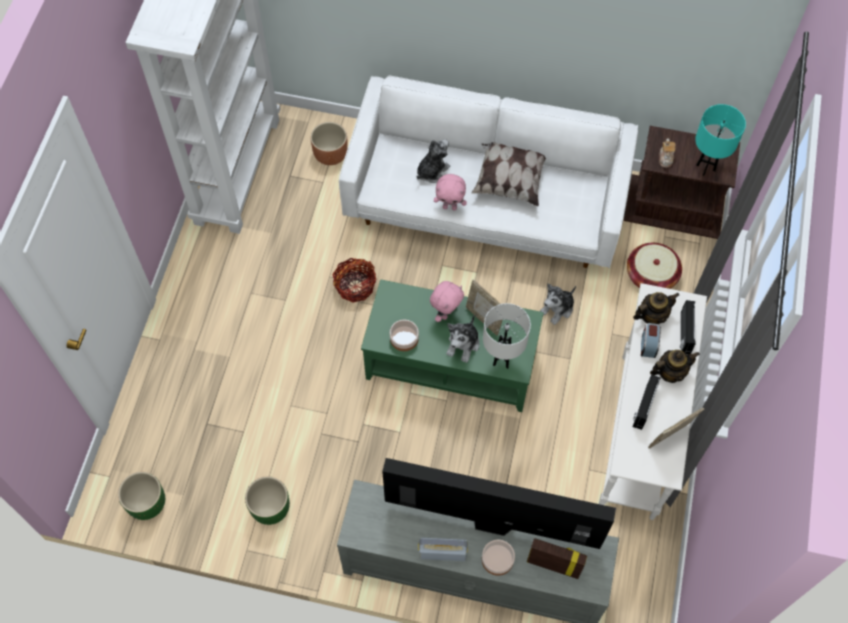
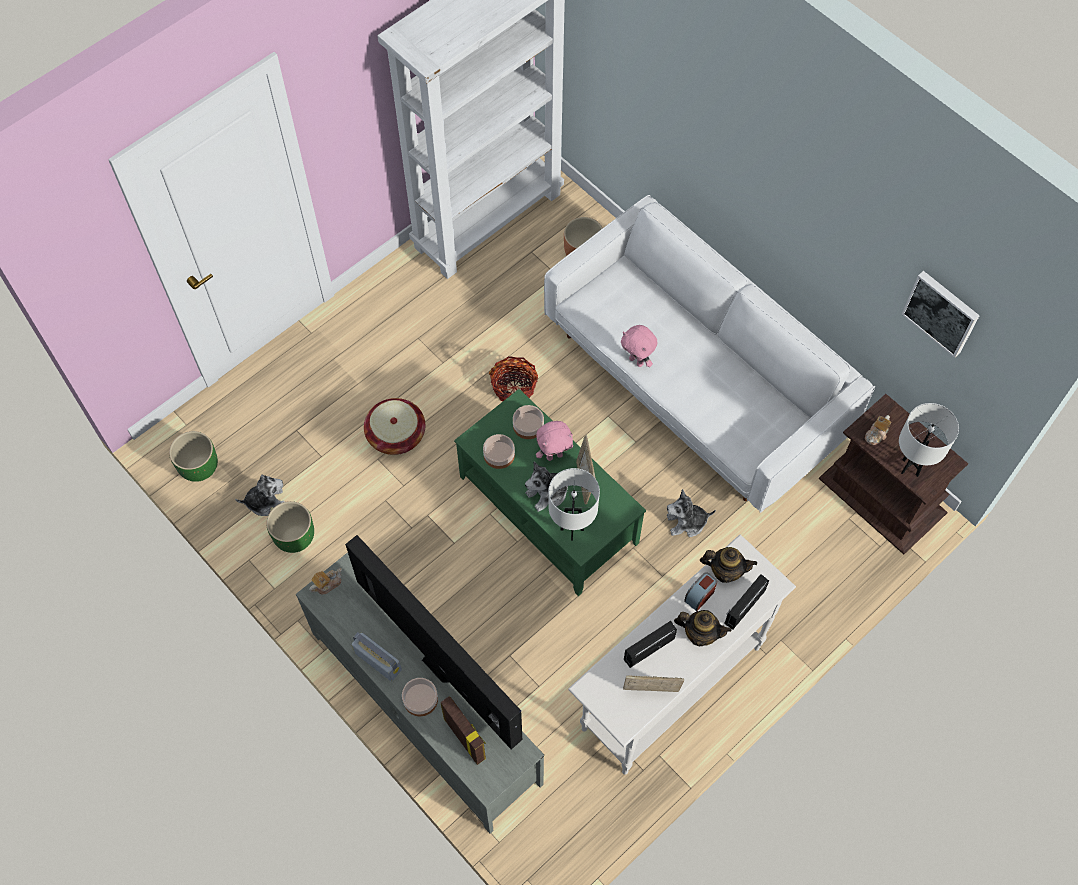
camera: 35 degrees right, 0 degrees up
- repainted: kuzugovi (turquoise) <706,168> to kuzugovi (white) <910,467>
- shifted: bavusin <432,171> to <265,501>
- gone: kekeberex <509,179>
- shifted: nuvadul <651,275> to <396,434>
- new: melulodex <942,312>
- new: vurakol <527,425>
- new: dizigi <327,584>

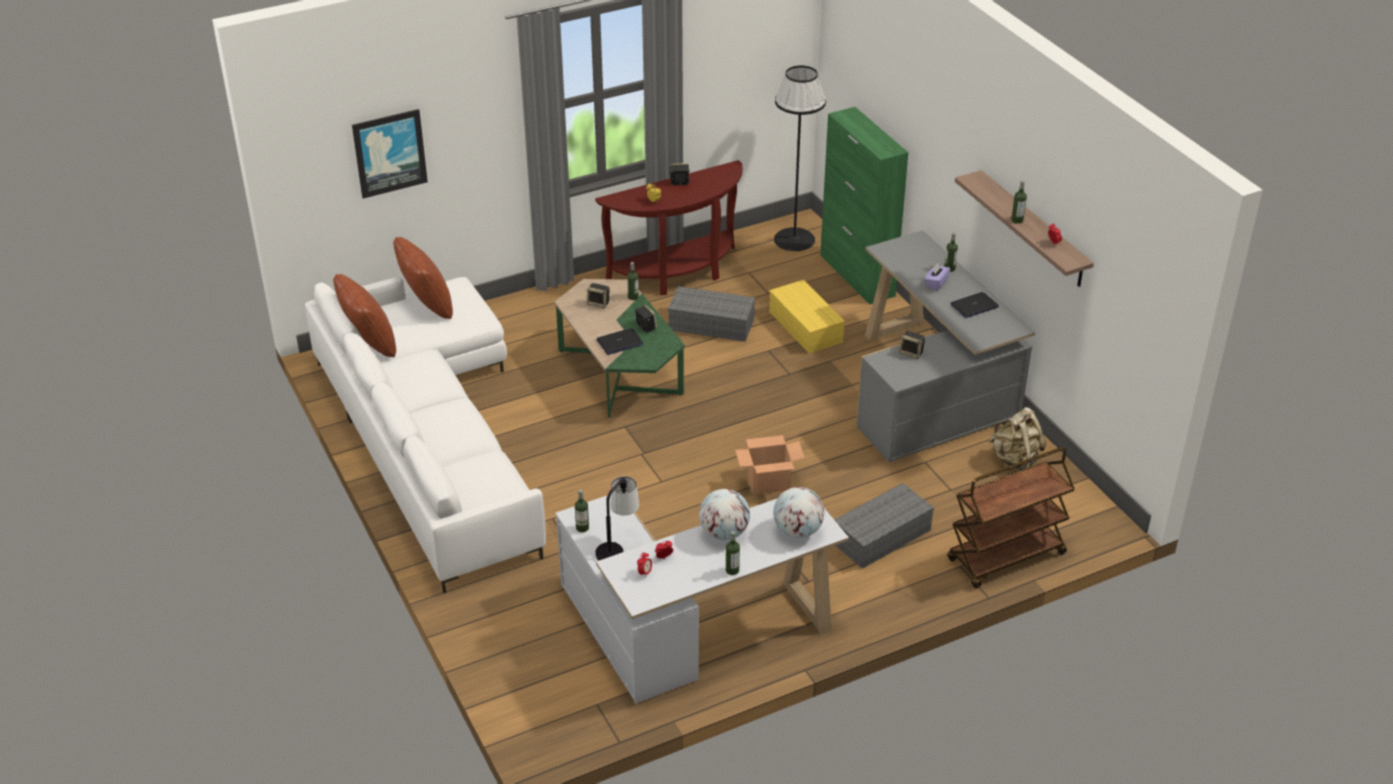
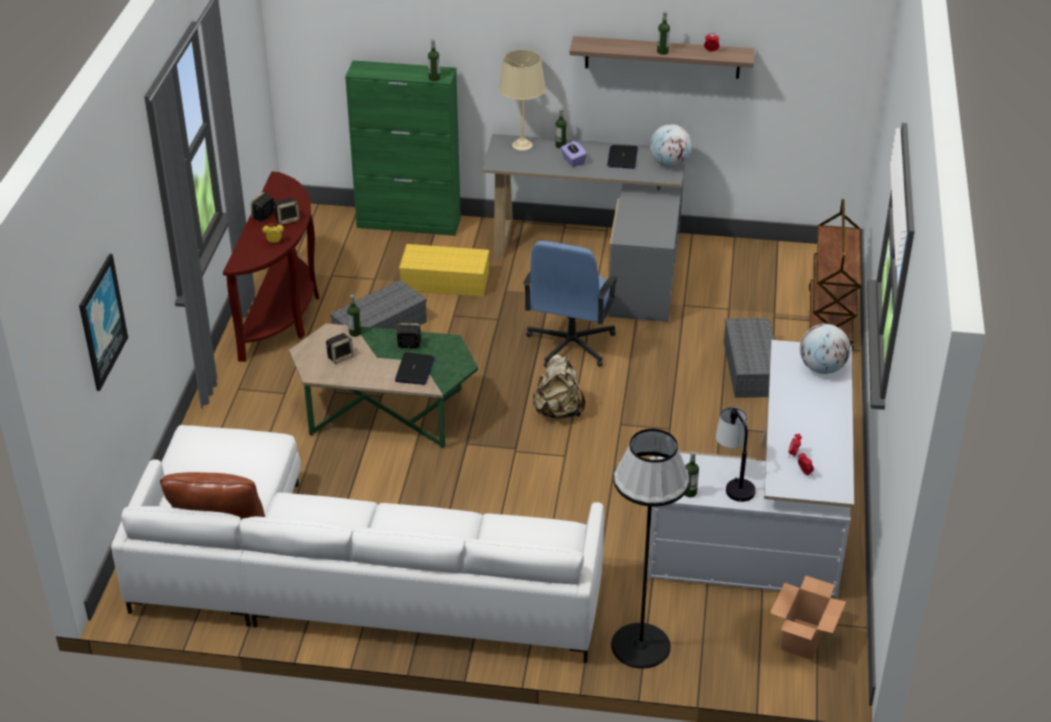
camera: 55 degrees left, 0 degrees up
- shifted: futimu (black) <794,239> to <640,646>
- gone: kekeberex (brown) <426,306>
- shifted: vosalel <911,353> to <287,219>
- shifted: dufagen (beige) <1014,459> to <558,411>
- shifted: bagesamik <768,483> to <803,640>
- shifted: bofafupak <724,533> to <669,163>
- shifted: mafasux <732,570> to <434,78>
- new: kuzugovi (beige) <522,145>
- new: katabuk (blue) <570,345>

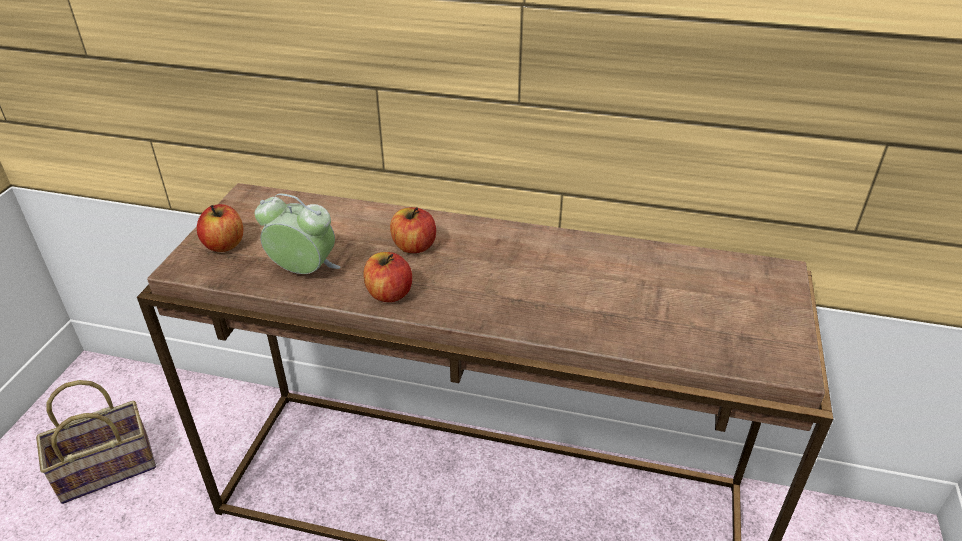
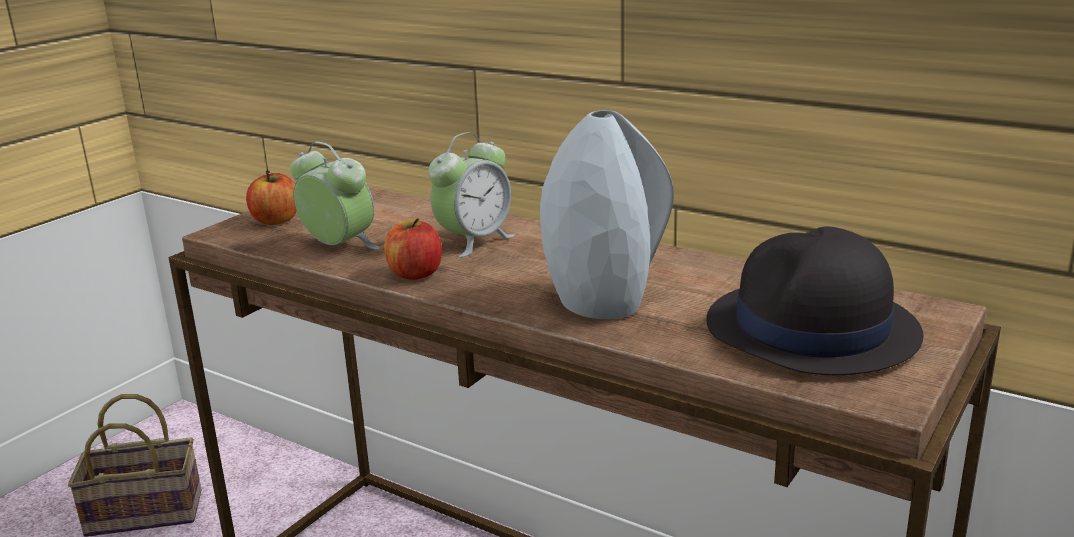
camera: 20 degrees right, 15 degrees down
- swapped: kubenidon <414,246> to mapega <474,241>
- new: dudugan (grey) <604,299>
- new: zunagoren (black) <811,330>

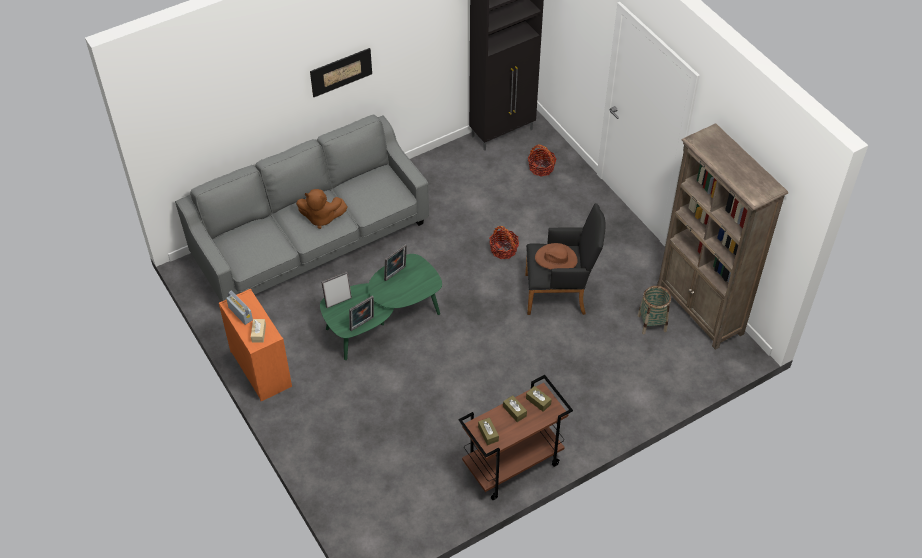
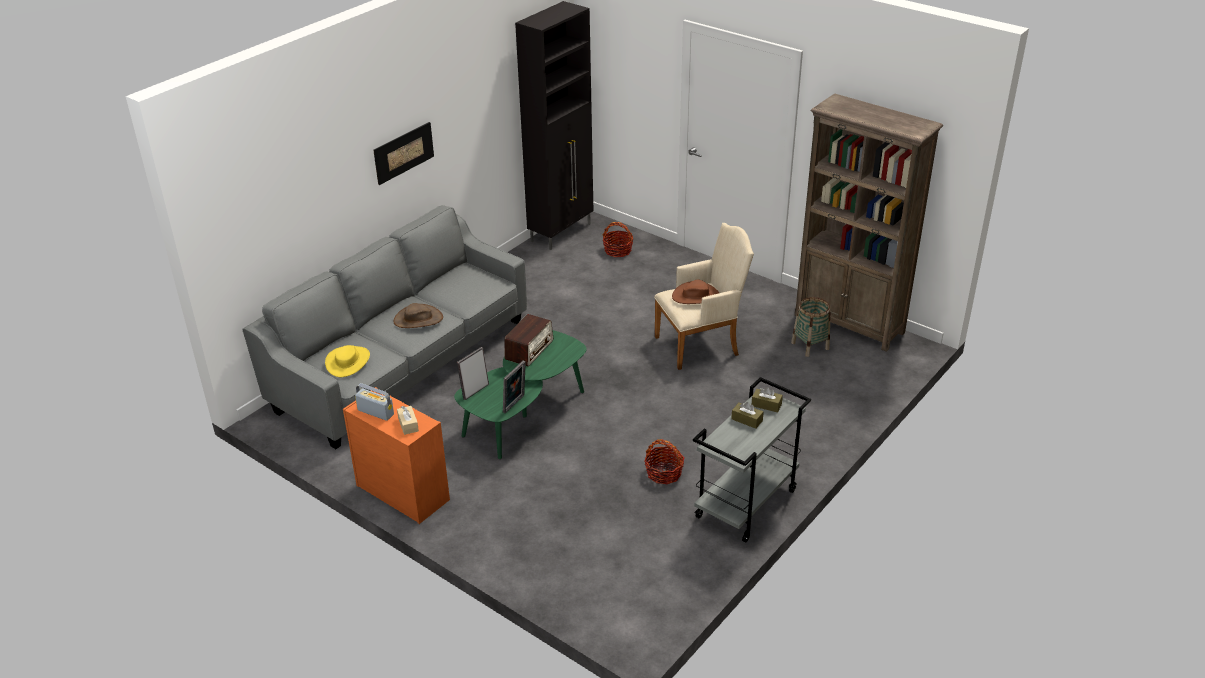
camera: 20 degrees left, 15 degrees down
- swapped: bavusin (brown) <321,218> to zunagoren (brown) <418,319>
- repainted: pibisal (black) <560,294> to pibisal (beige) <701,344>
- shifted: nuvadul <503,249> to <664,473>
- swapped: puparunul <396,274> to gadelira <529,350>
- repainted: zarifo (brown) <512,465> to zarifo (grey) <746,505>
- gone: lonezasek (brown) <488,434>
- new: zunagoren (yellow) <348,362>

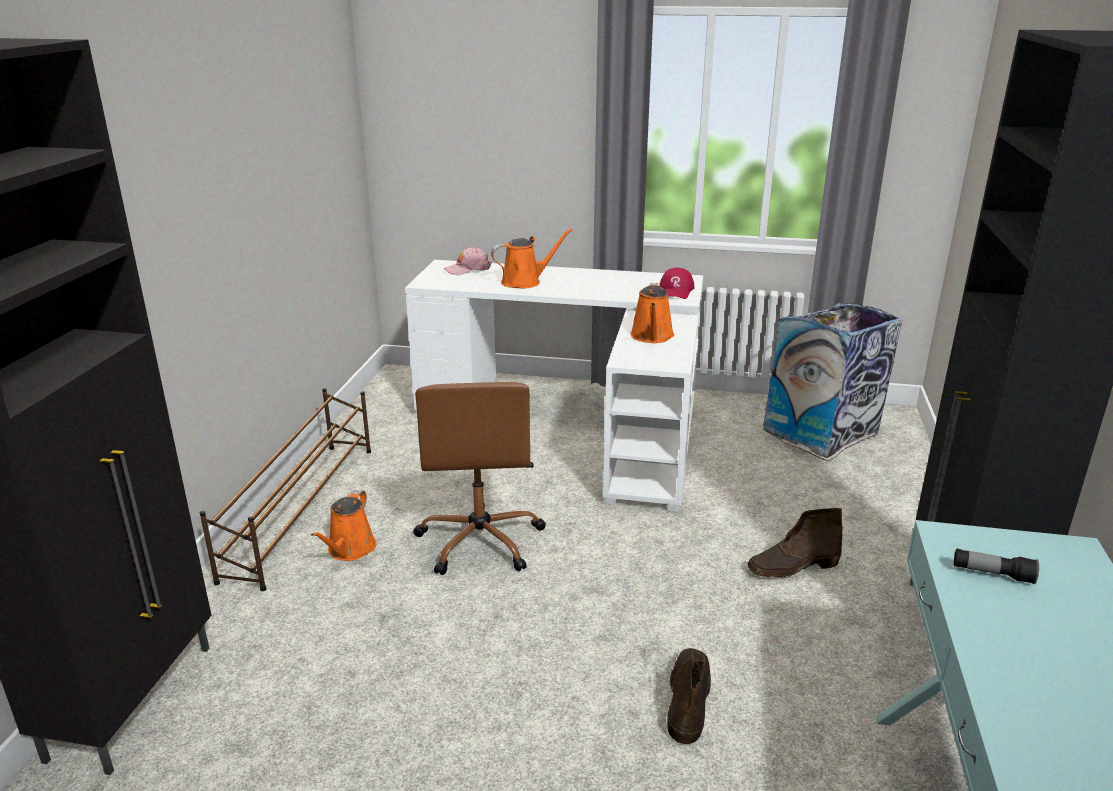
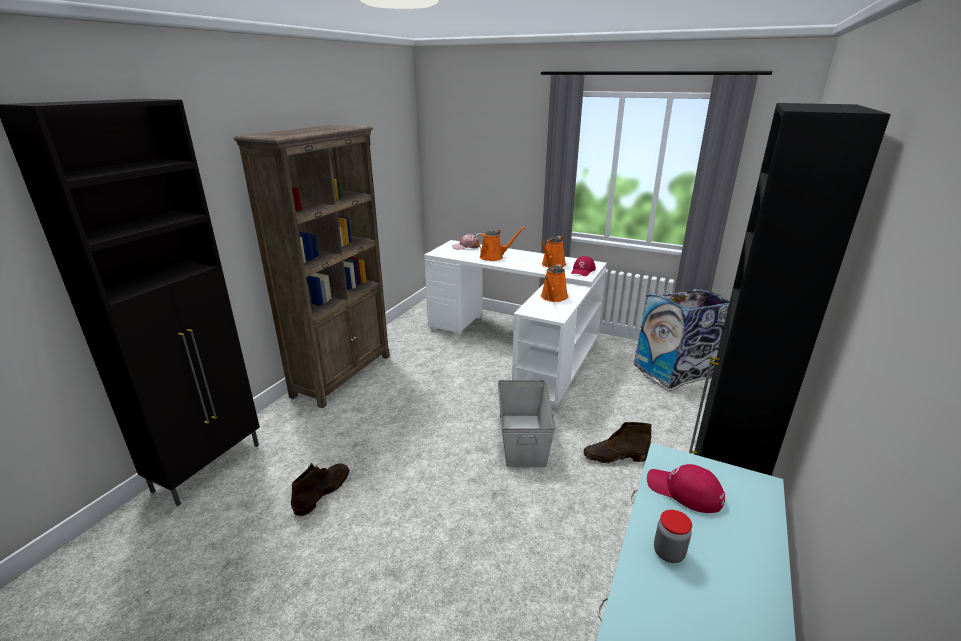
camera: 15 degrees right, 0 degrees up
- gone: katabuk (brown) <480,540>
- swapped: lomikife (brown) <303,509> to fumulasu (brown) <343,375>
- shifted: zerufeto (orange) <349,550> to <552,265>
- swapped: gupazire <992,574> to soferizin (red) <684,491>
- shifted: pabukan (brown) <688,699> to <323,491>
- new: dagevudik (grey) <523,439>
- new: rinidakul <668,553>

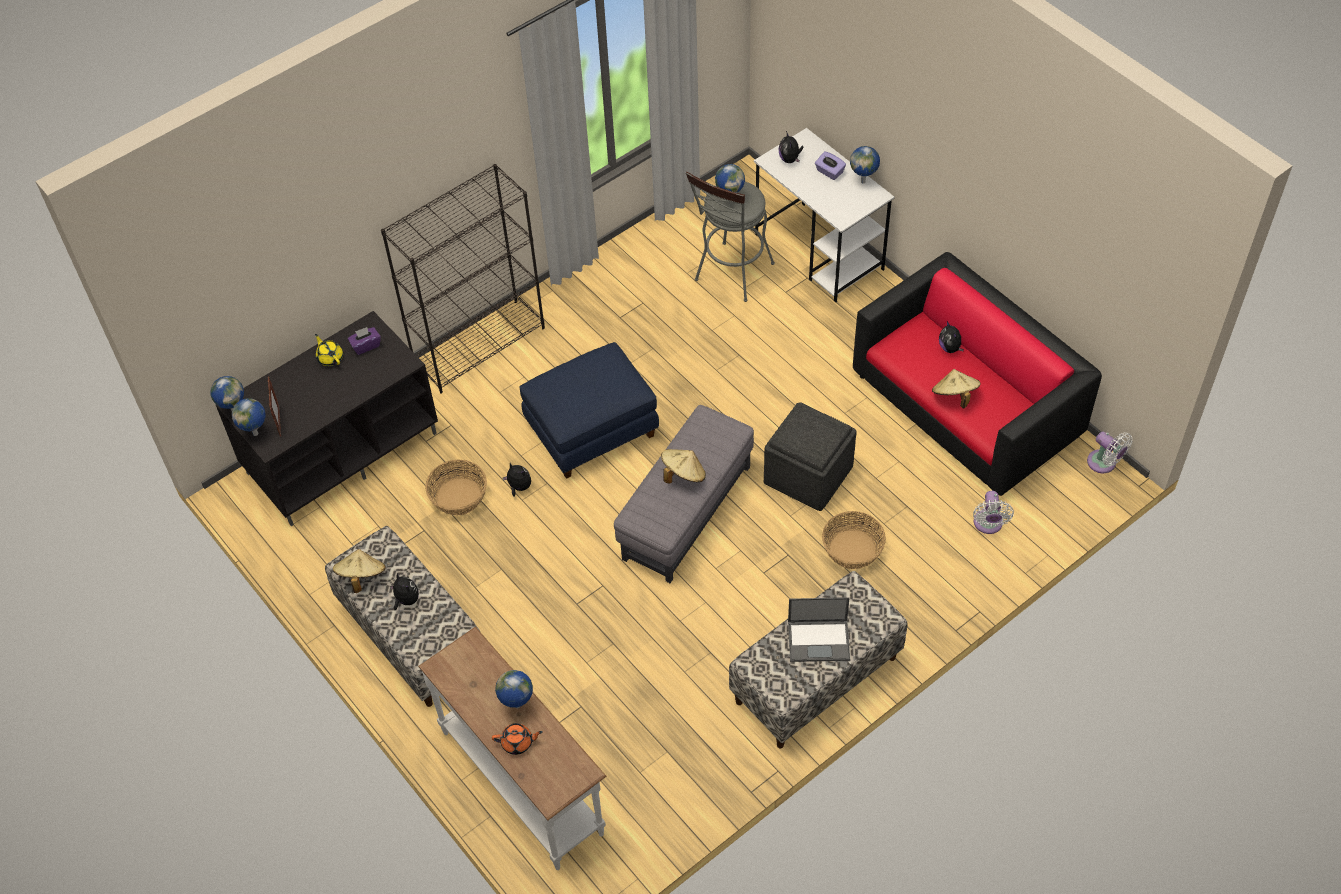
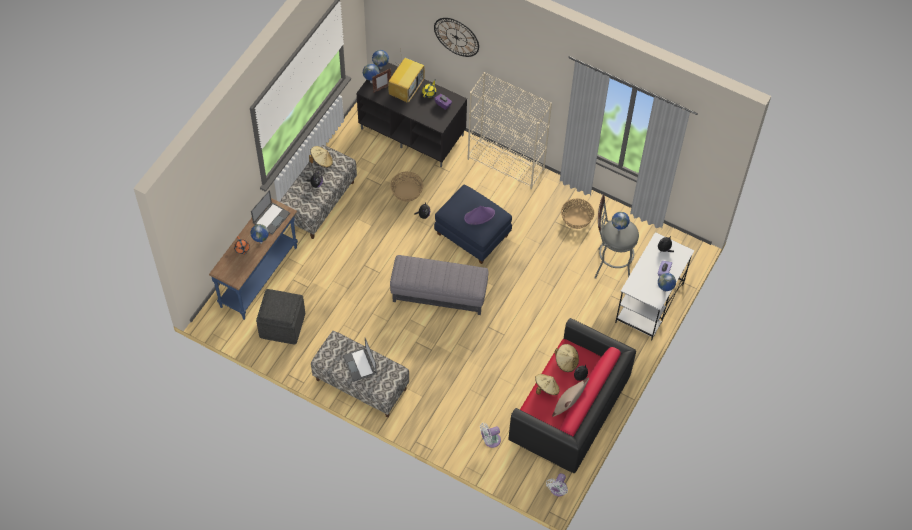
camera: 65 degrees right, 5 degrees up
- repainted: fumulasu (black) <479,345> to fumulasu (beige) <506,164>
- shifted: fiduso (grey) <807,475> to <282,325>
- shifted: zunagoren (beige) <683,474> to <566,362>
- shifted: nuvadul <852,549> to <576,218>
- repainted: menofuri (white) <524,781> to menofuri (blue) <260,277>
- new: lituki <456,37>
- new: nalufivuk <406,89>
- new: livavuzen <271,218>
- new: zunagoren (purple) <479,216>
- new: kekeberex (beige) <568,405>

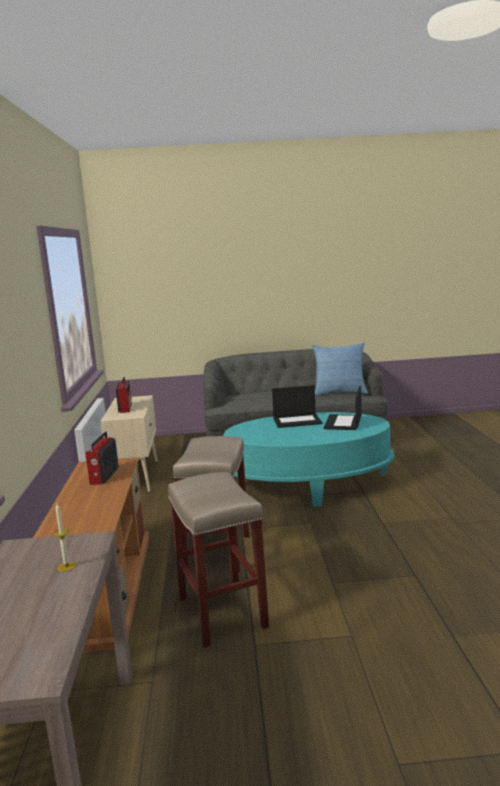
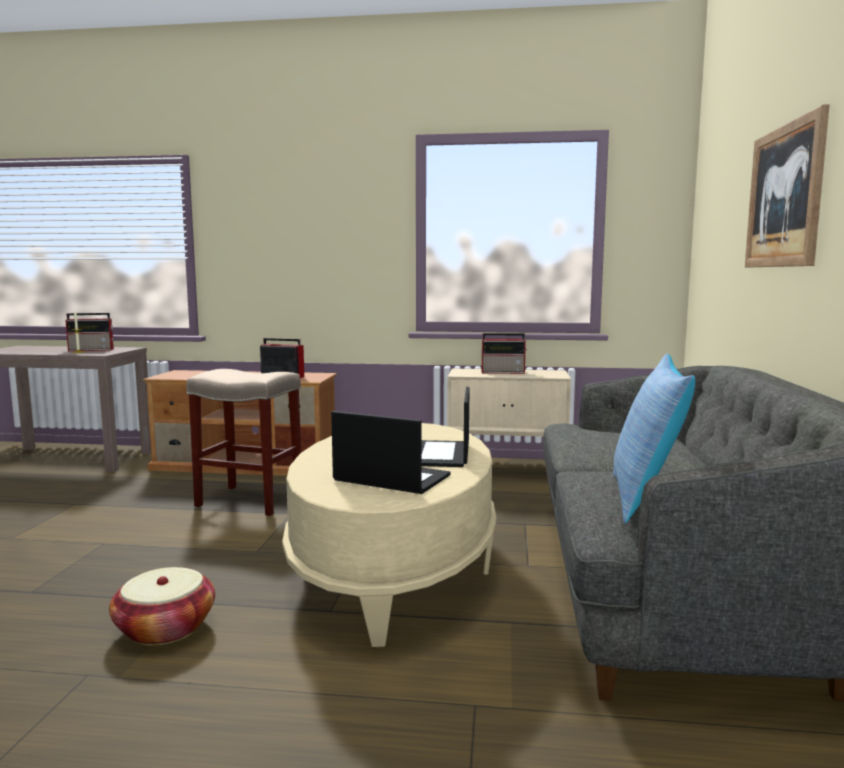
camera: 100 degrees right, 5 degrees down
- repainted: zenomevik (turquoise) <308,485> to zenomevik (beige) <394,567>
- gone: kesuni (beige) <220,611>
- new: melulodex <784,196>
- new: gadelira <92,350>
- new: nuvadul <165,628>

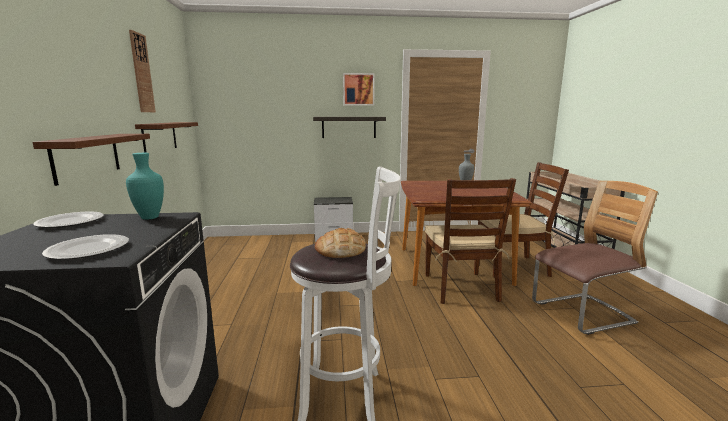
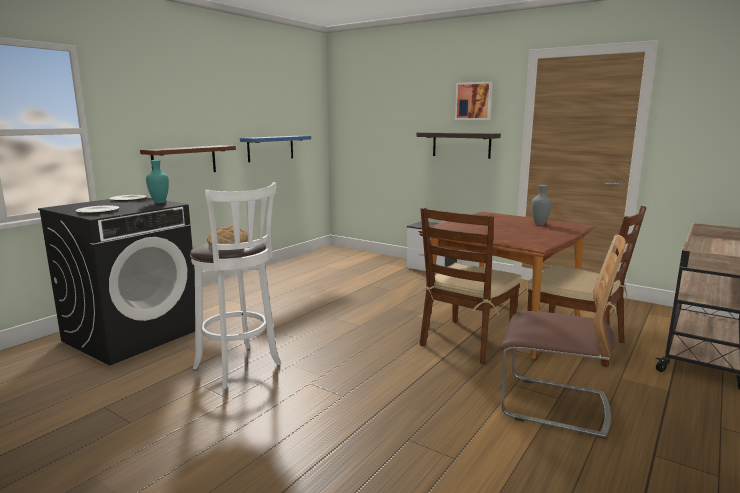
camera: 40 degrees right, 0 degrees up
- gone: lituki <141,73>
- repainted: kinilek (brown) <159,137> to kinilek (blue) <270,148>

